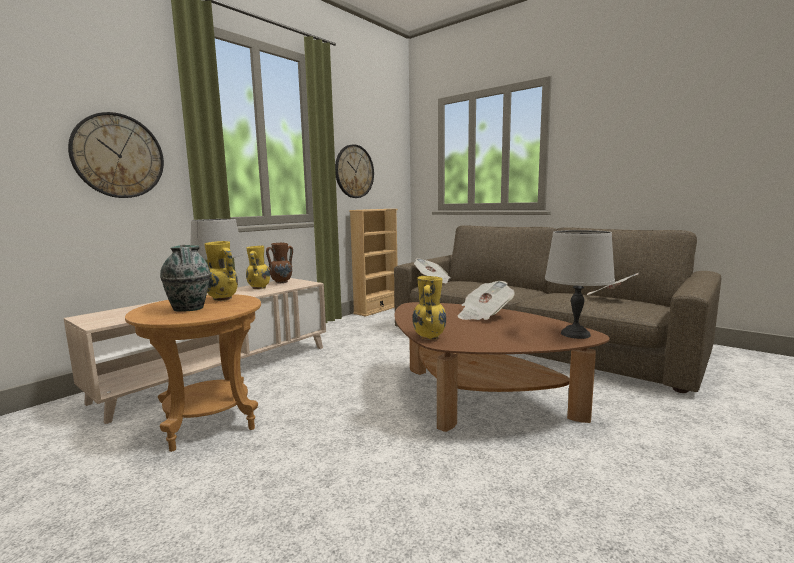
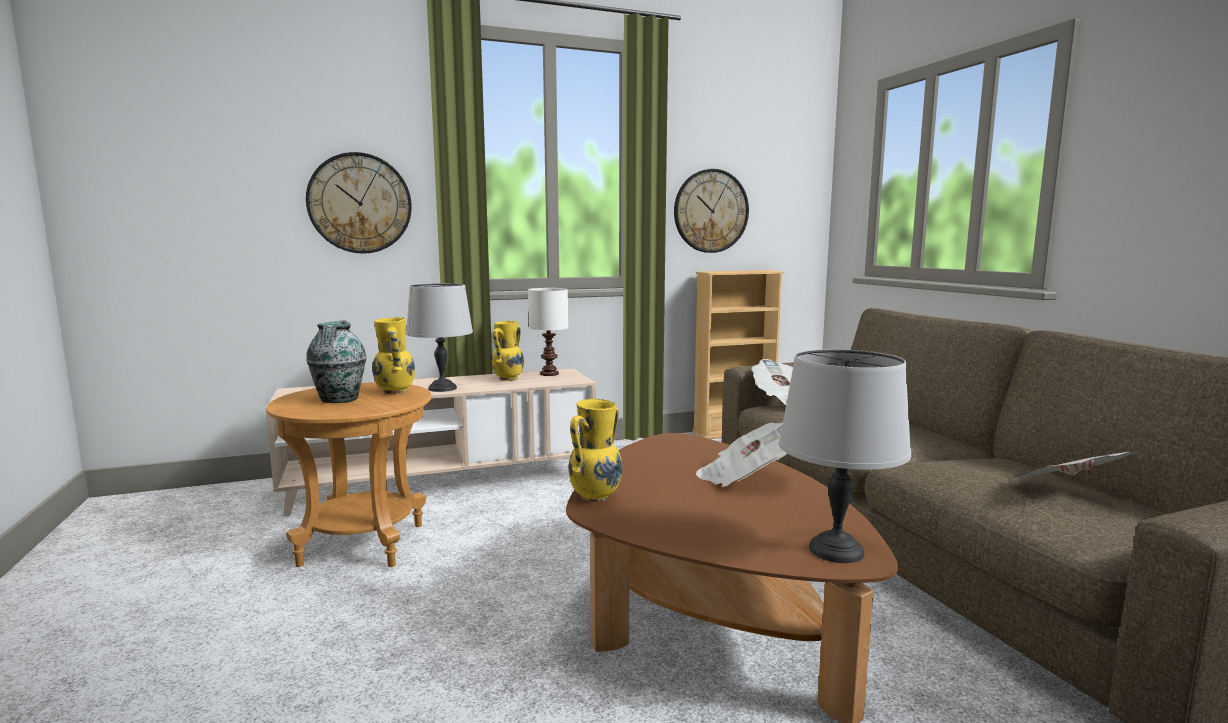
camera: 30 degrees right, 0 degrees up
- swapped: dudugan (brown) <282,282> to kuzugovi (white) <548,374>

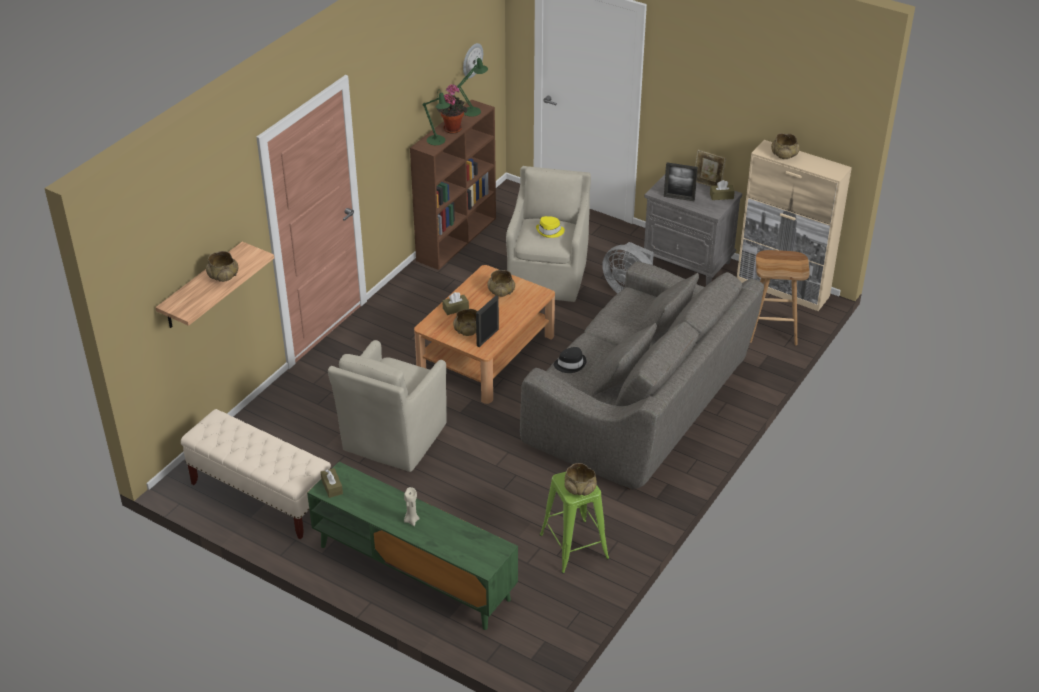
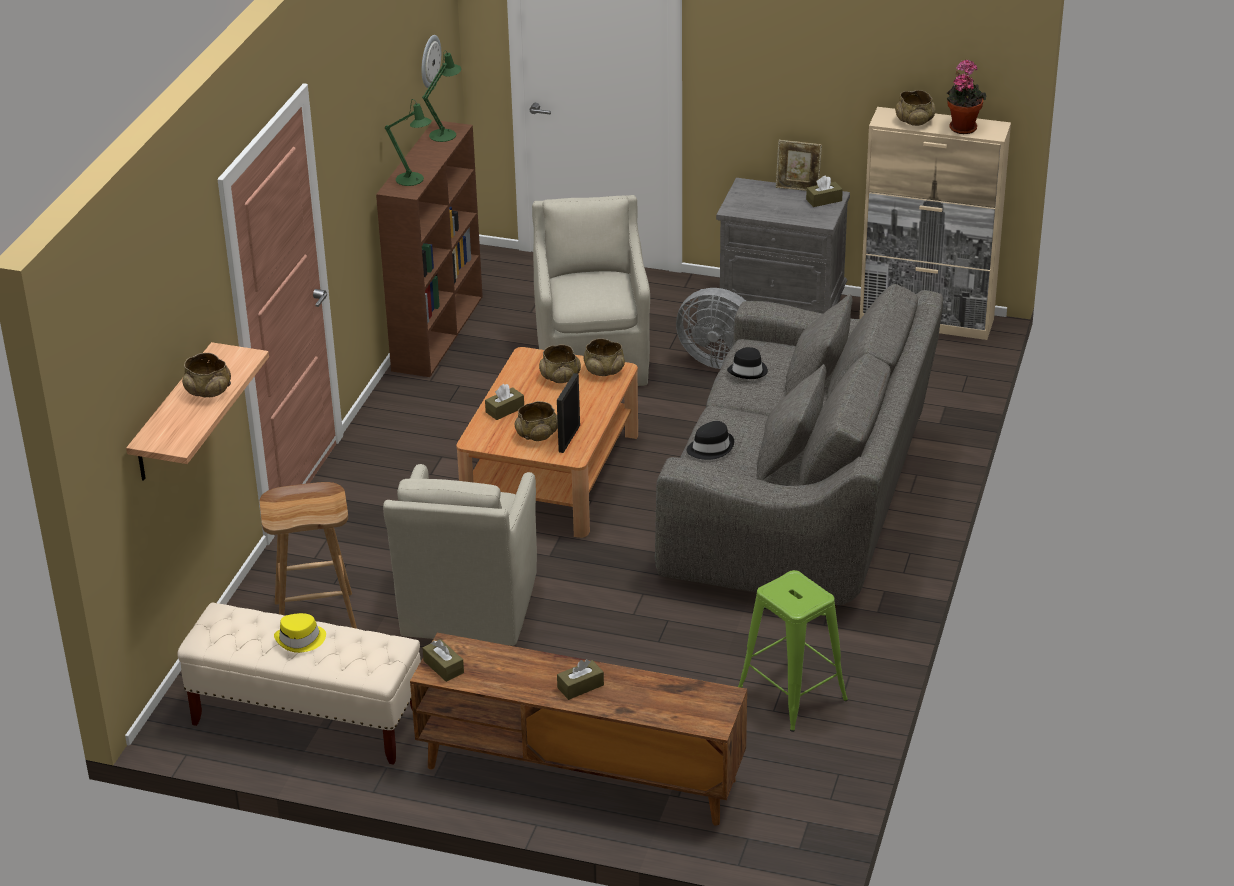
camera: 15 degrees left, 5 degrees down
- shifted: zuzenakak <453,128> to <962,127>
- gone: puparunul <679,198>
- shifted: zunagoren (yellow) <550,231> to <300,640>
- shifted: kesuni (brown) <773,331> to <317,616>
- repainted: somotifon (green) <413,572> to somotifon (brown) <579,774>
- shifted: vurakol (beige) <579,488> to <604,370>
- swapped: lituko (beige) <411,520> to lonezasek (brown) <580,686>
- new: zunagoren (black) <748,371>

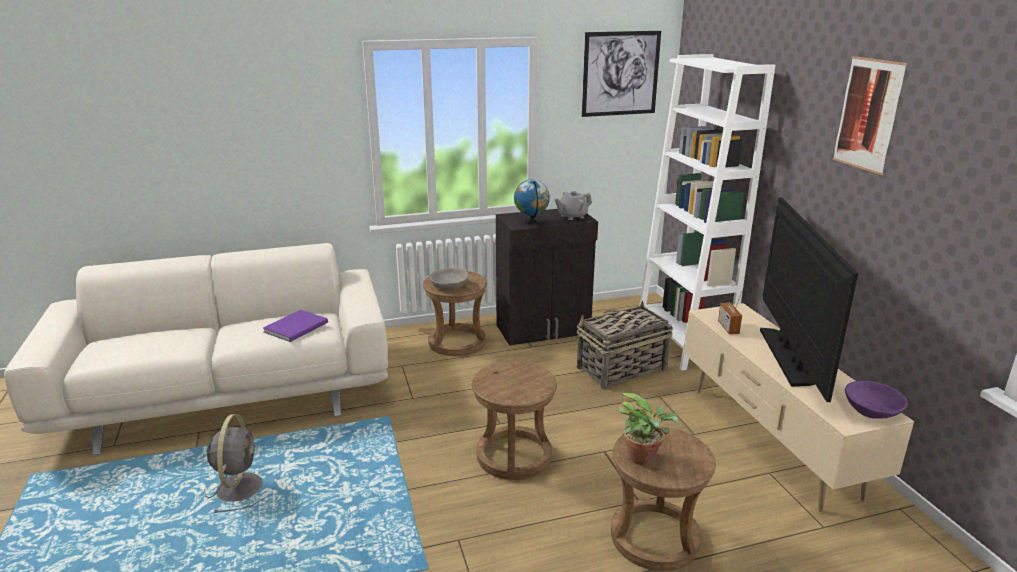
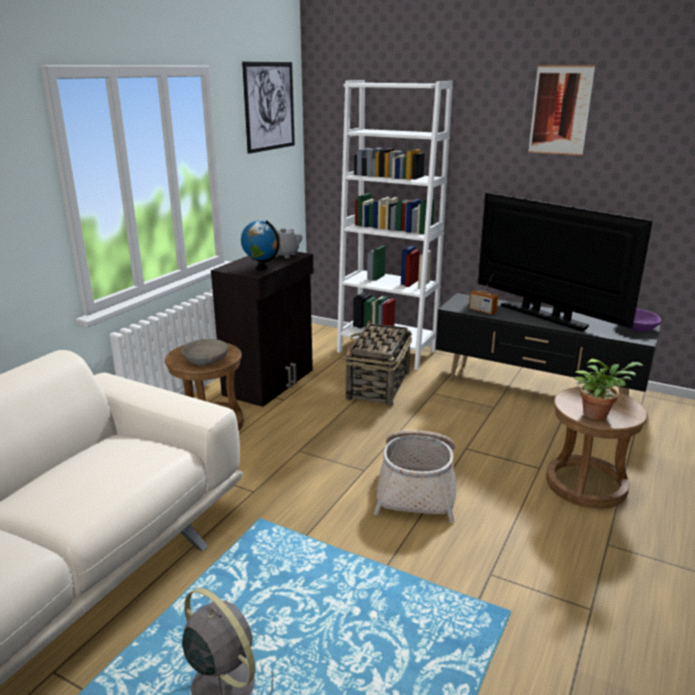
camera: 45 degrees left, 0 degrees up
- repainted: somotifon (beige) <770,441> to somotifon (black) <536,390>
- gone: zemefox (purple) <298,327>
- swapped: kesuni (brown) <514,456> to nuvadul <417,487>

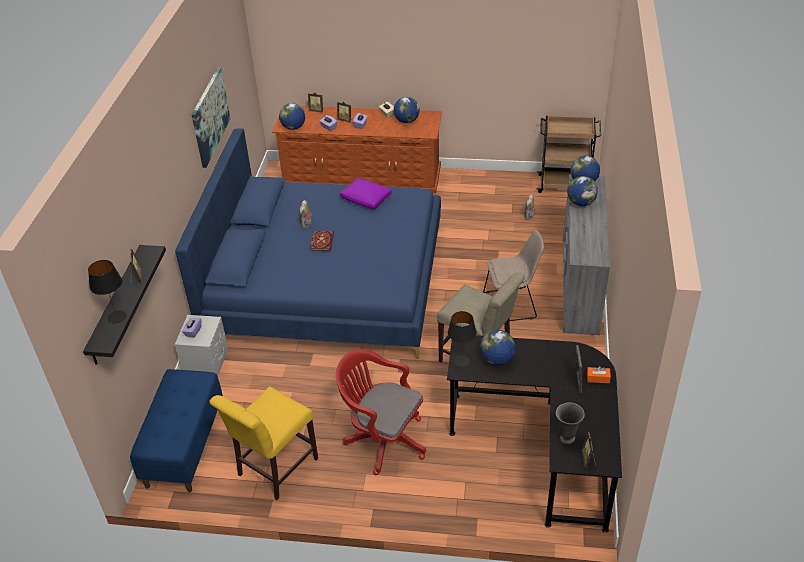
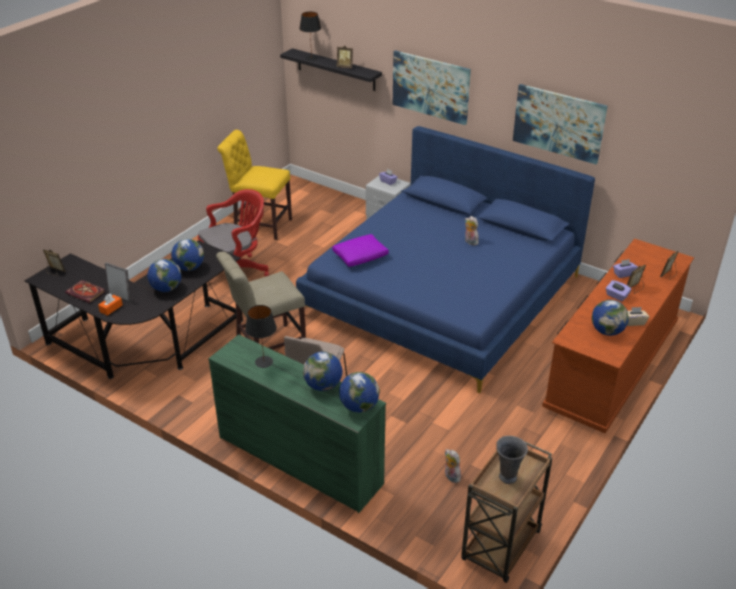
camera: 115 degrees right, 5 degrees down
- shifted: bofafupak <293,127> to <166,289>
- repainted: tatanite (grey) <579,286> to tatanite (green) <299,459>
- shifted: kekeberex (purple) <366,199> to <359,256>
- shifted: zemefox <321,241> to <87,293>
- shifted: kuzugovi (black) <461,361> to <263,361>
- gone: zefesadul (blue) <184,445>
- rotated: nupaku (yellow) <274,469> = <259,225> 45 degrees counterclockwise
- shifted: dudugan (grey) <566,438> to <507,476>
- new: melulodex <430,87>

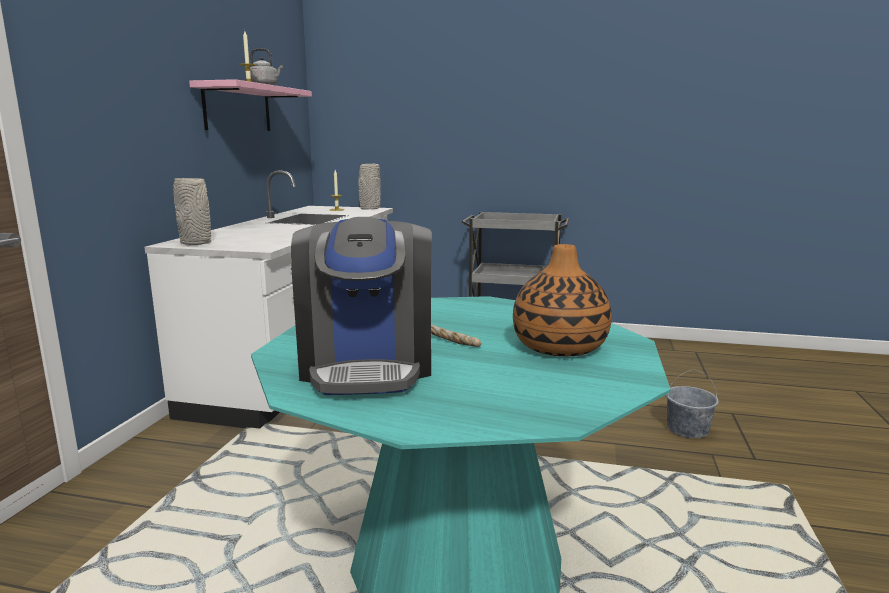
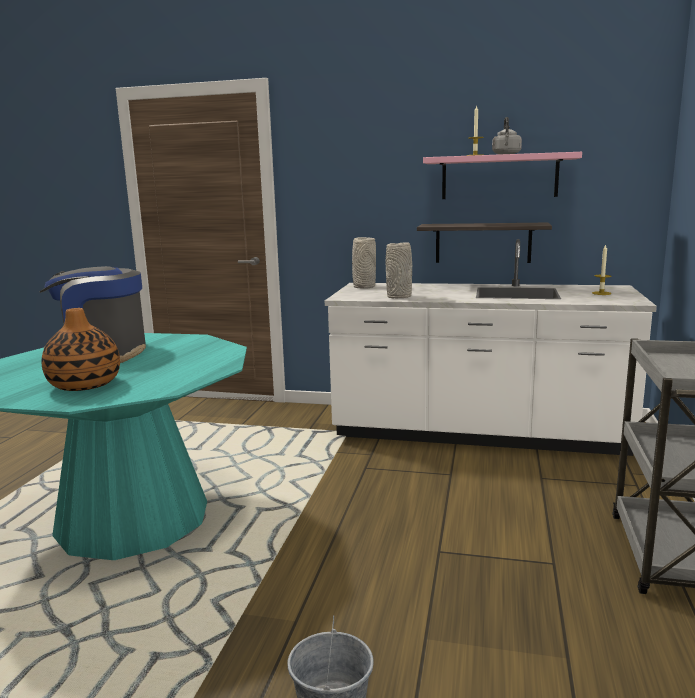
camera: 90 degrees right, 0 degrees up
- shifted: dudugan (grey) <369,208> to <399,297>
- new: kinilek <483,243>

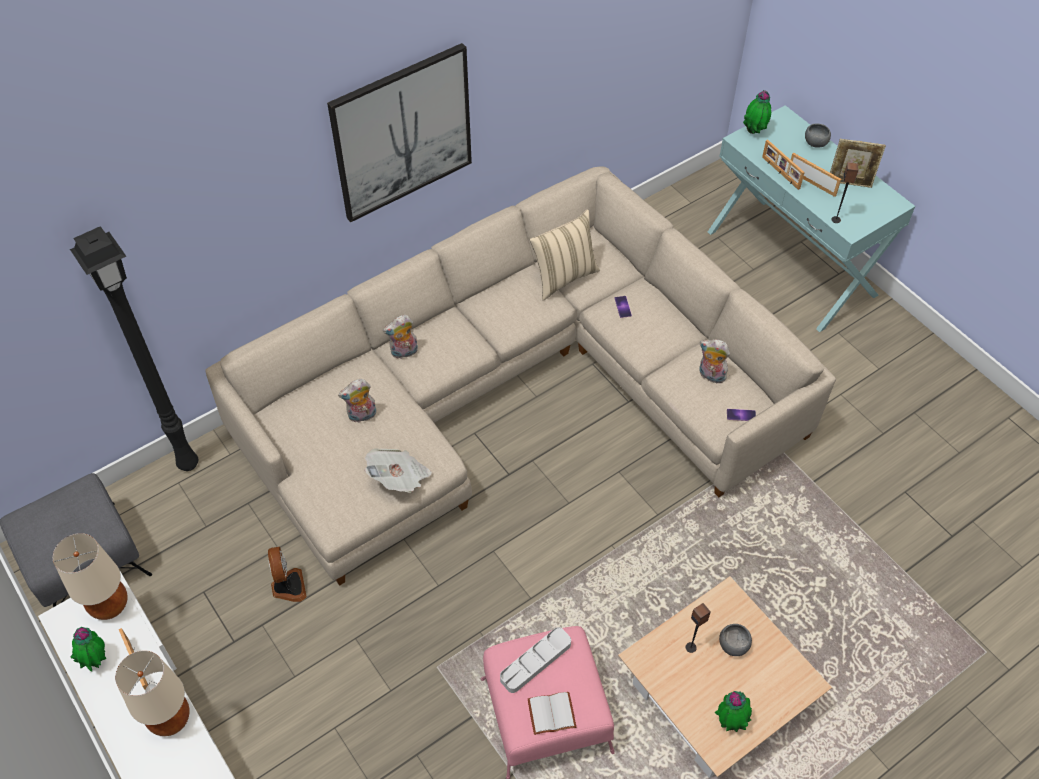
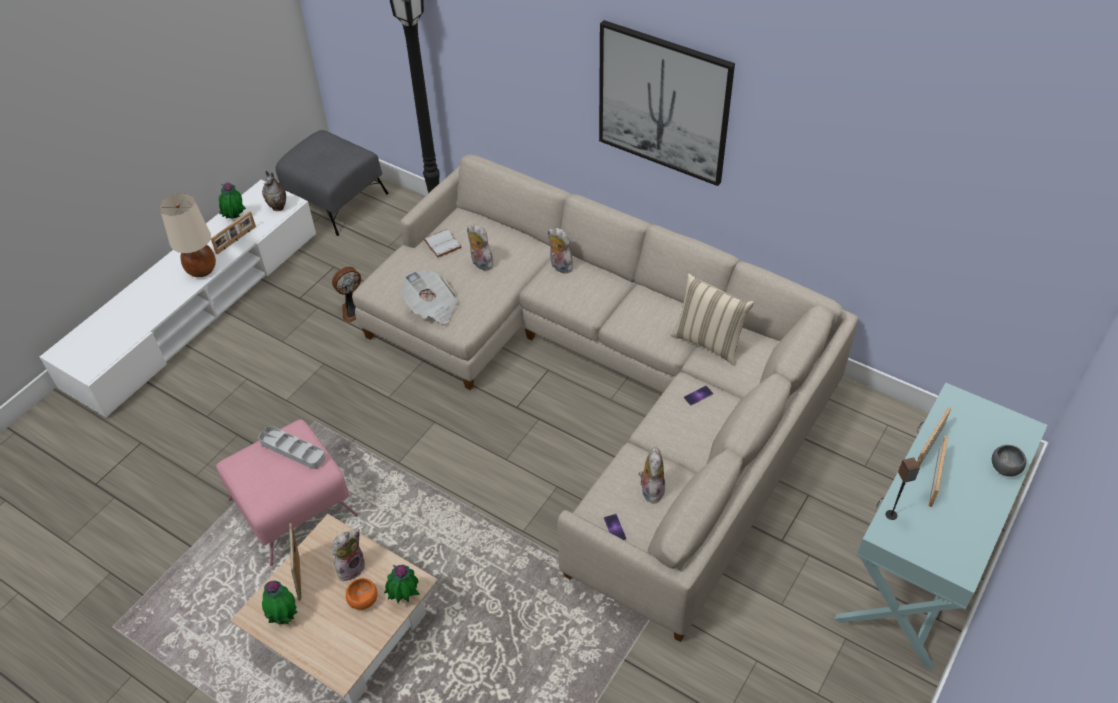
camera: 70 degrees right, 5 degrees down
- shifted: zuzenakak <754,132> to <405,598>
- shifted: puparunul <850,183> to <301,577>
- swapped: kuzugovi (beige) <110,605> to dudugan <279,207>
- swapped: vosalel <691,647> to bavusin <351,566>
- repainted: vurakol (grey) <733,644> to vurakol (orange) <364,600>
- shifted: zemefox (white) <551,715> to <441,244>

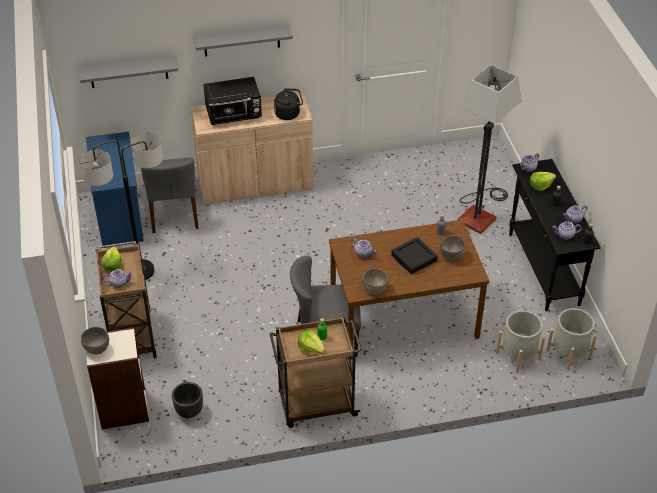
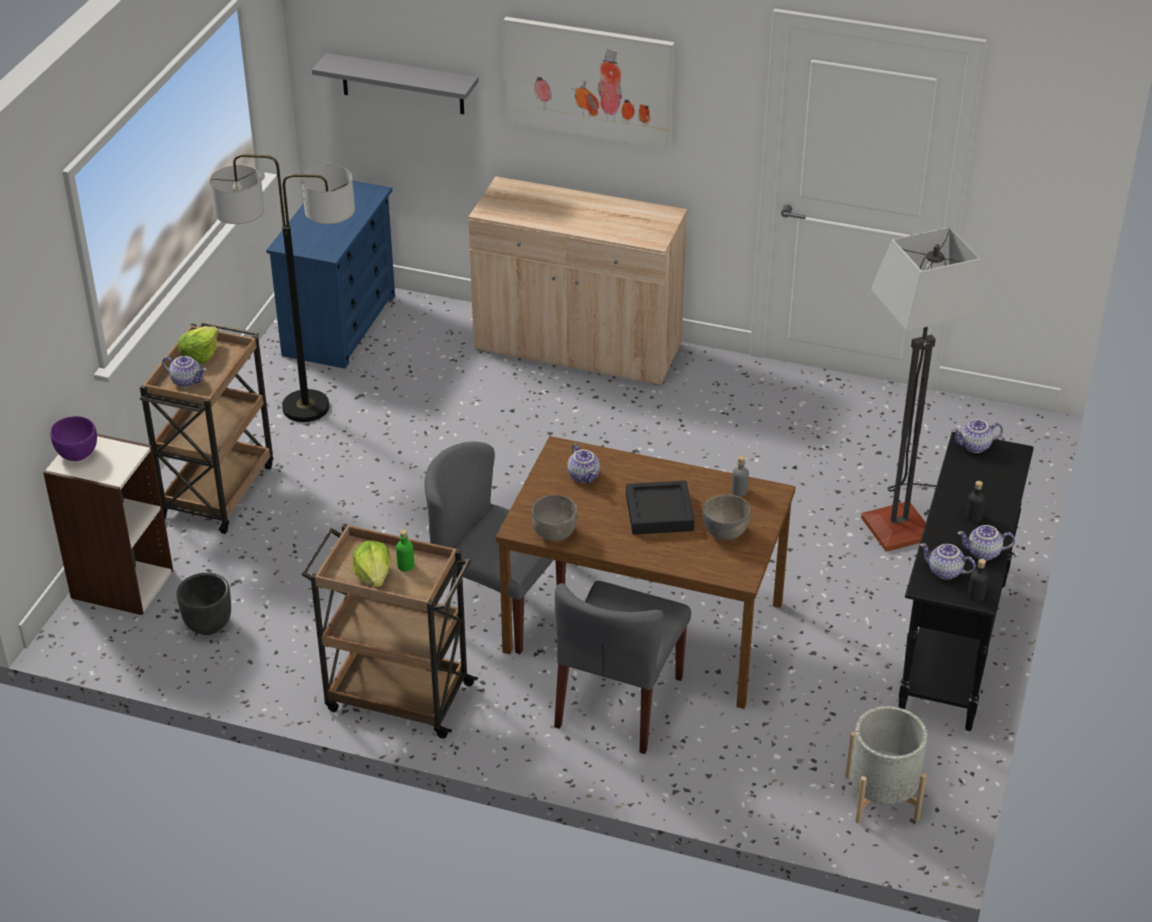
camera: 30 degrees right, 5 degrees down
- swapped: kinilek (grey) <241,40> to melulodex <589,81>
- gone: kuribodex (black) <234,115>
- gone: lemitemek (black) <289,113>
- shifted: nupaku (grey) <174,213> to <619,703>
- gone: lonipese <540,185>
- gone: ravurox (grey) <518,355>
- repainted: vurakol (grey) <97,348> to vurakol (purple) <77,454>

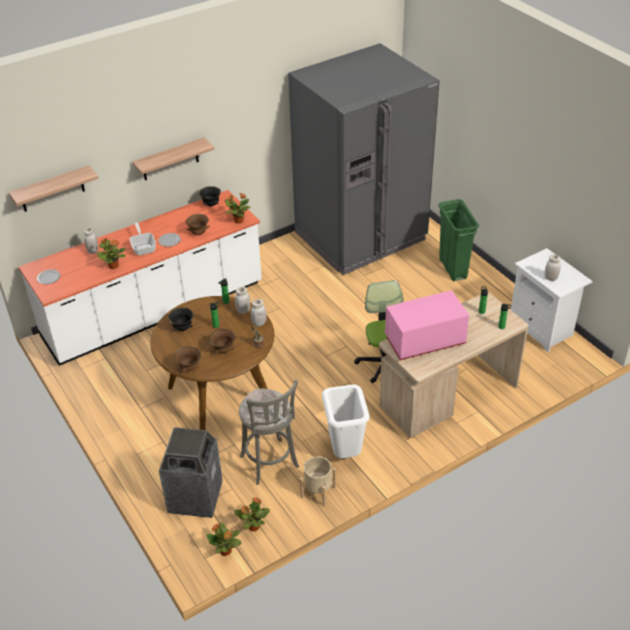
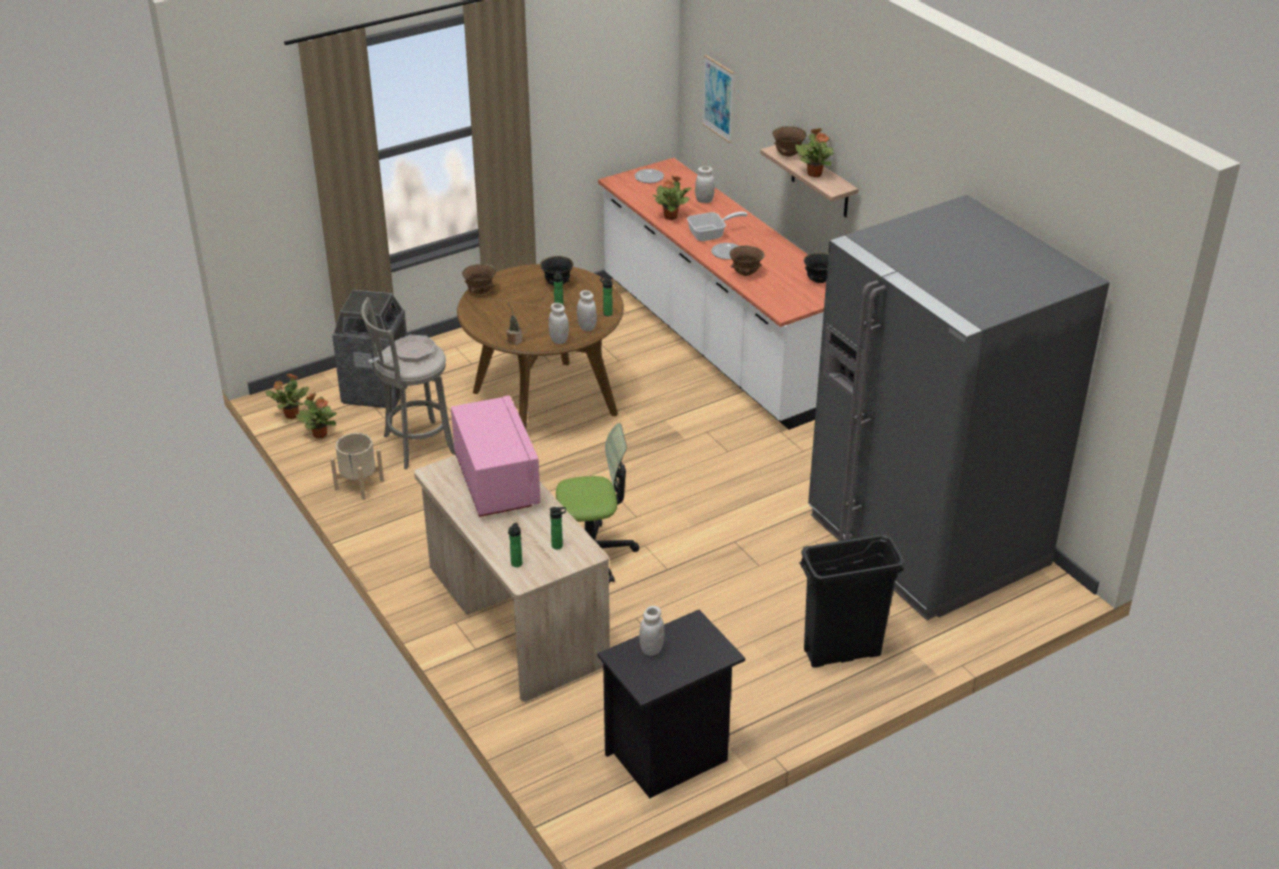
camera: 90 degrees right, 5 degrees down
- swapped: kinilek <52,189> to melulodex <718,98>
- shifted: zuzenakak <238,221> to <814,174>
- repainted: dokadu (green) <453,269> to dokadu (black) <841,653>
- repainted: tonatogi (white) <542,329> to tonatogi (black) <669,757>
- shifted: vurakol (brown) <223,350> to <788,154>
- gone: dokadu (white) <345,453>

